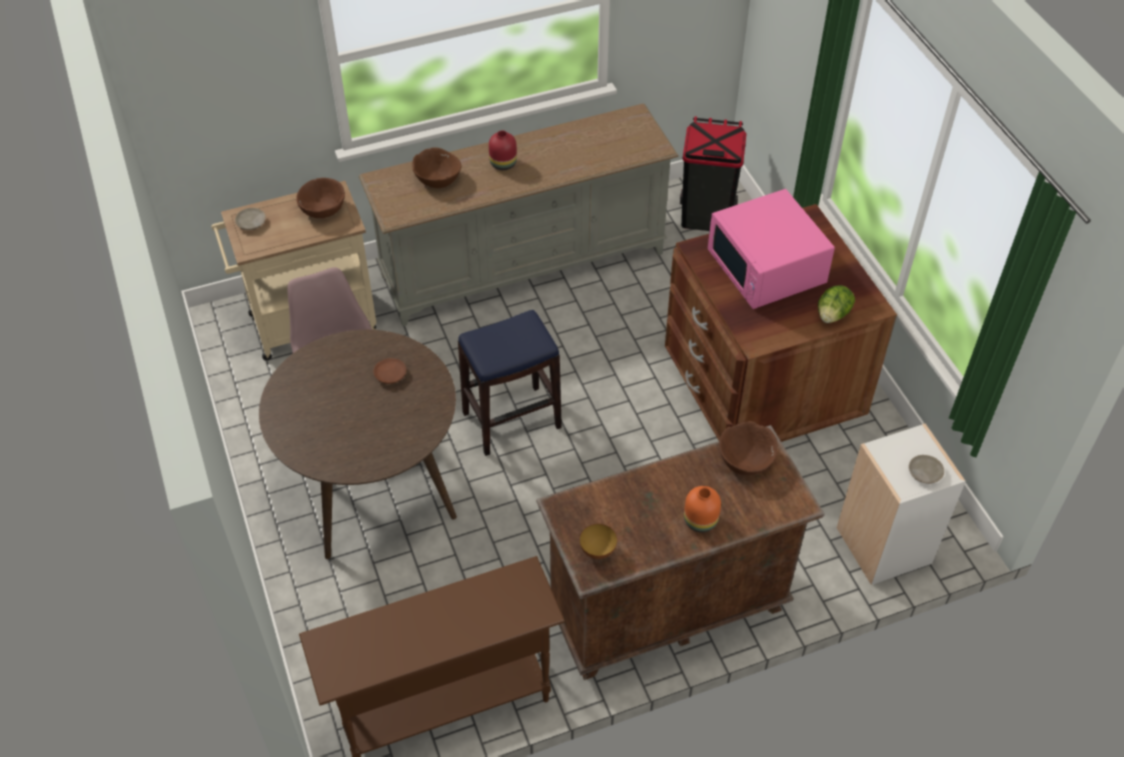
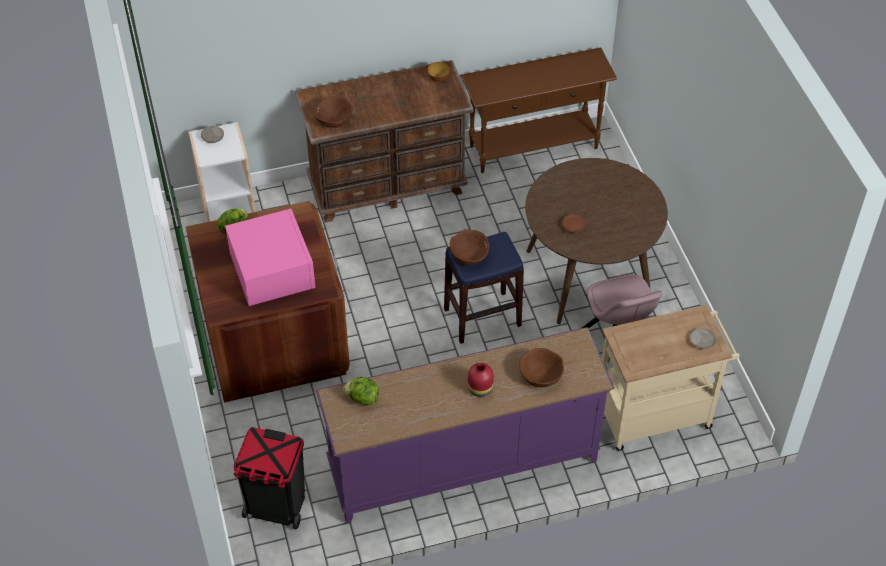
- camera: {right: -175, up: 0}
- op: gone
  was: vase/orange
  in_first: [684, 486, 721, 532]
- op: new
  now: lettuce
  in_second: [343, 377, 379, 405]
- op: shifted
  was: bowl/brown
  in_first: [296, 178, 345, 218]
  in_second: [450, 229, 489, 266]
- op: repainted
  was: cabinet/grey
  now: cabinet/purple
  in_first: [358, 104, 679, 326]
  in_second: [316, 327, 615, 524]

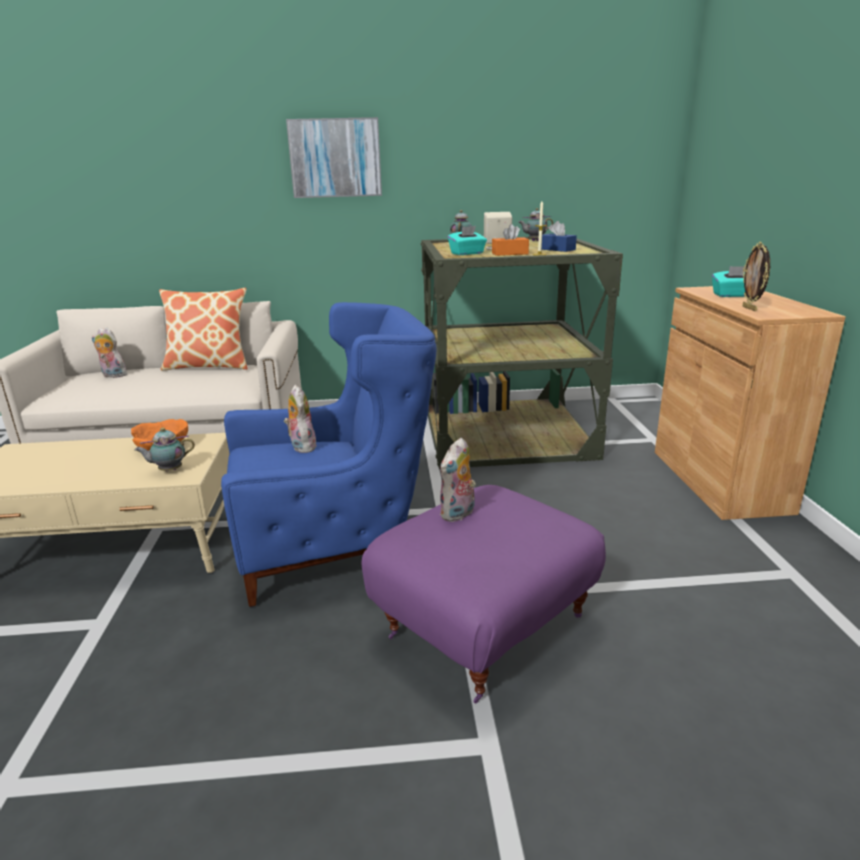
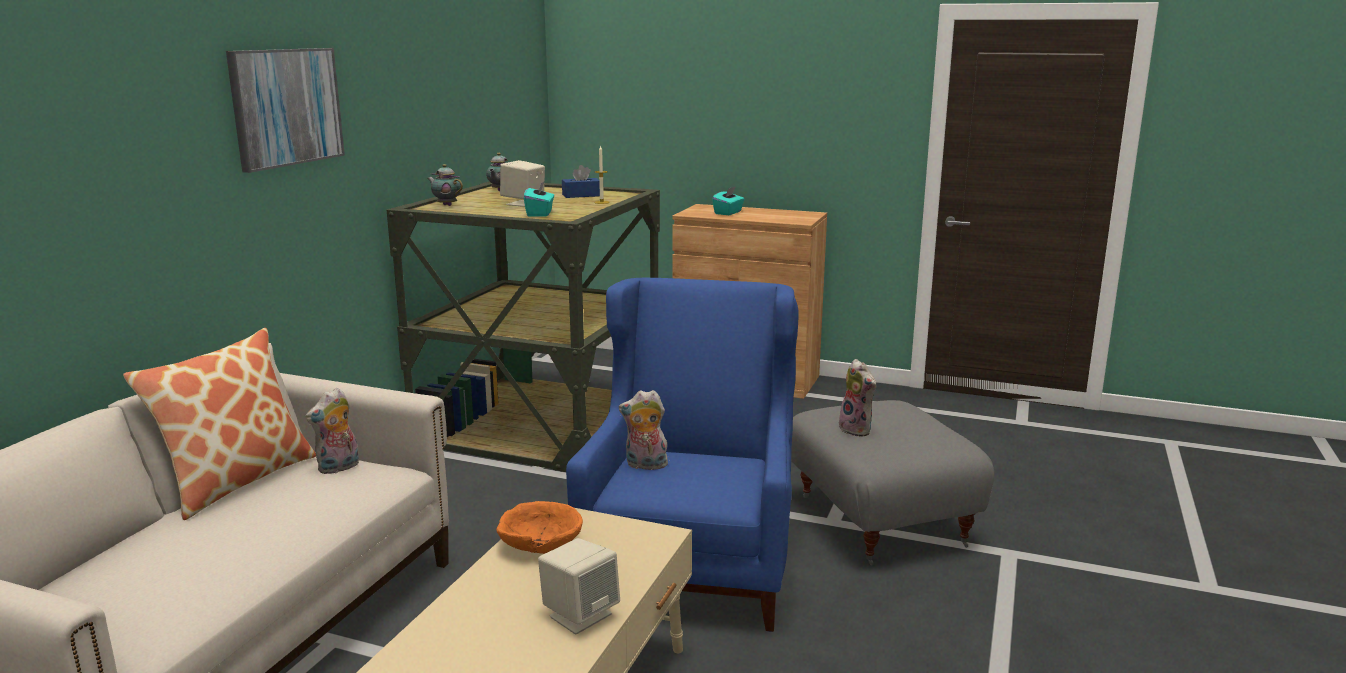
- camera: {right: -65, up: -5}
- op: gone
  was: teapot
  in_first: [135, 428, 195, 471]
- op: gone
  was: tissue box/orange
  in_first: [492, 224, 529, 256]
- op: gone
  was: picture frame
  in_first: [743, 242, 770, 311]
- op: new
  now: speaker/beige
  in_second: [538, 538, 620, 634]
- op: shifted
  was: plush toy
  in_first: [92, 328, 127, 378]
  in_second: [306, 388, 359, 474]
- op: repainted
  was: ottoman/purple
  now: ottoman/grey
  in_first: [362, 485, 606, 704]
  in_second: [791, 400, 994, 565]

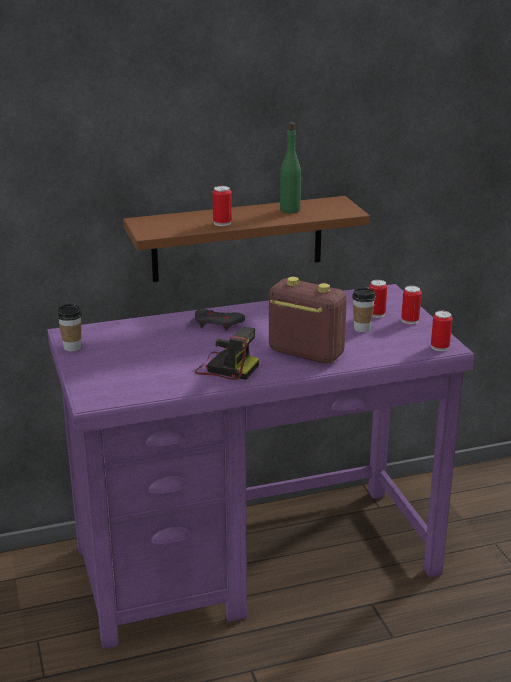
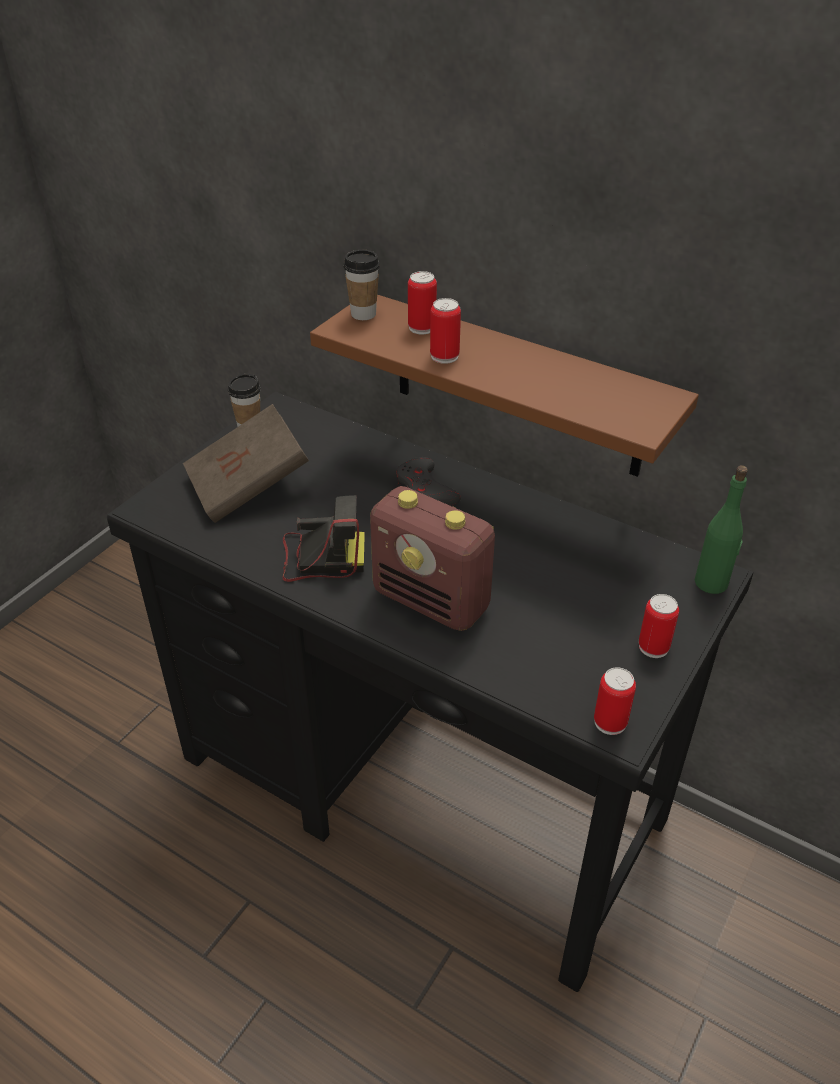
- camera: {right: 50, up: 15}
- op: new
  now: book/brown
  in_second: [183, 404, 309, 523]
- op: shifted
  was: bottle/green
  in_first: [280, 122, 301, 213]
  in_second: [695, 465, 748, 594]
- op: shifted
  was: cup
  in_first: [352, 288, 376, 332]
  in_second: [343, 250, 380, 320]
- op: shifted
  was: can
  in_first: [369, 280, 387, 318]
  in_second: [408, 271, 437, 334]
- op: repainted
  was: desk/purple
  now: desk/black
  in_first: [47, 284, 474, 649]
  in_second: [107, 392, 753, 992]
- op: rotated
  was: photo camera
  in_first: [195, 327, 259, 380]
  in_second: [282, 495, 365, 582]
  clockwise: -75
- op: rotated
  was: radio
  in_first: [269, 277, 347, 364]
  in_second: [370, 486, 495, 631]
  clockwise: 135

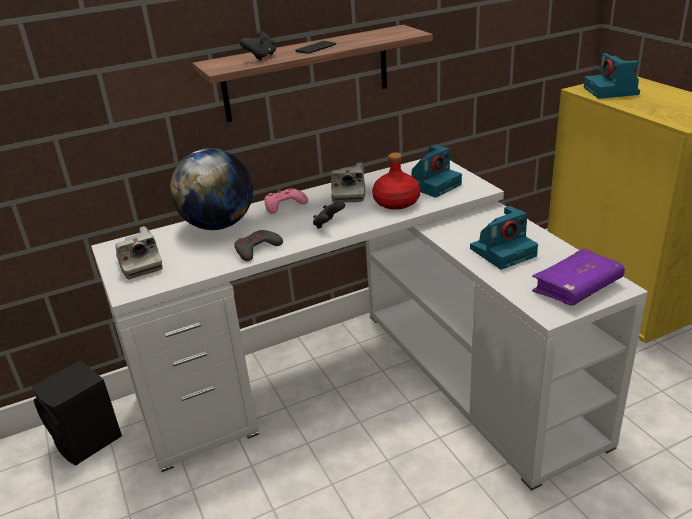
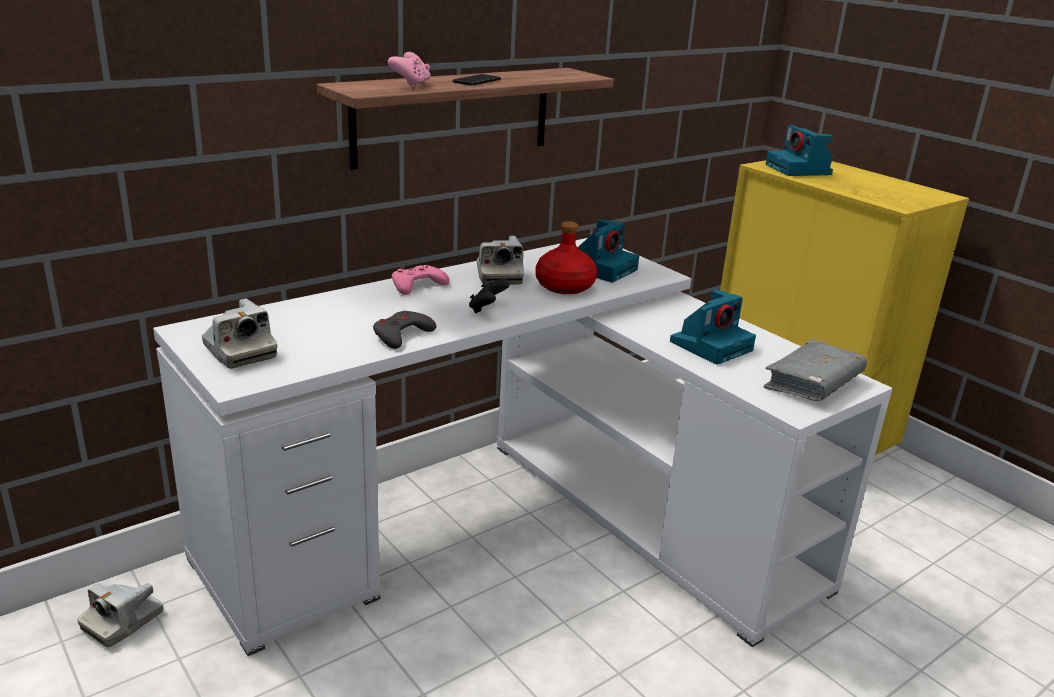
- camera: {right: -15, up: -5}
- op: gone
  was: globe
  in_first: [170, 148, 253, 230]
- op: swapped
  was: speaker/black
  now: photo camera
  in_first: [32, 360, 122, 465]
  in_second: [77, 583, 163, 647]
- op: repainted
  was: game controller/black
  now: game controller/pink
  in_first: [239, 31, 276, 61]
  in_second: [388, 52, 431, 88]
- op: repainted
  was: book/purple
  now: book/grey
  in_first: [532, 248, 625, 306]
  in_second: [764, 339, 867, 401]

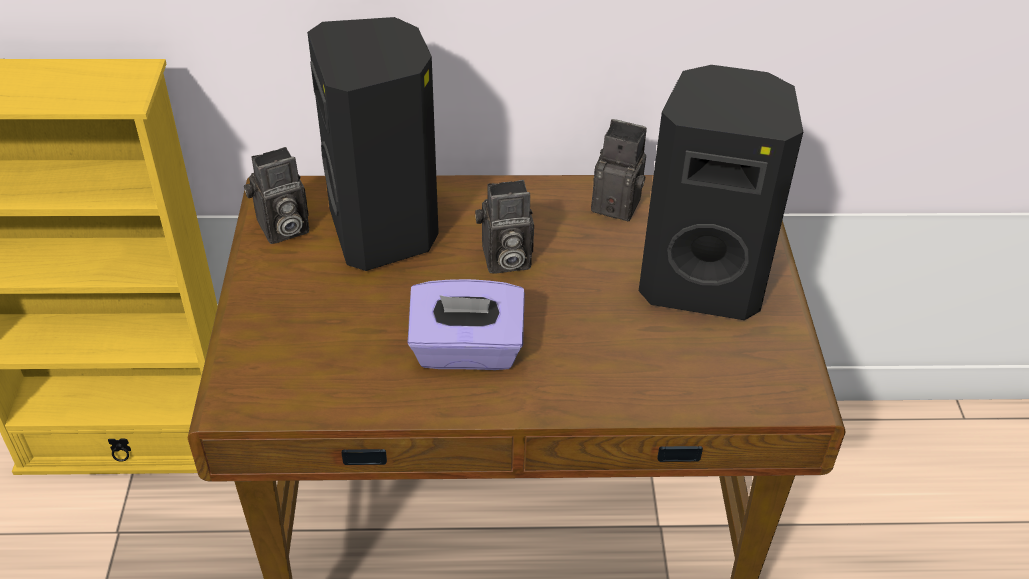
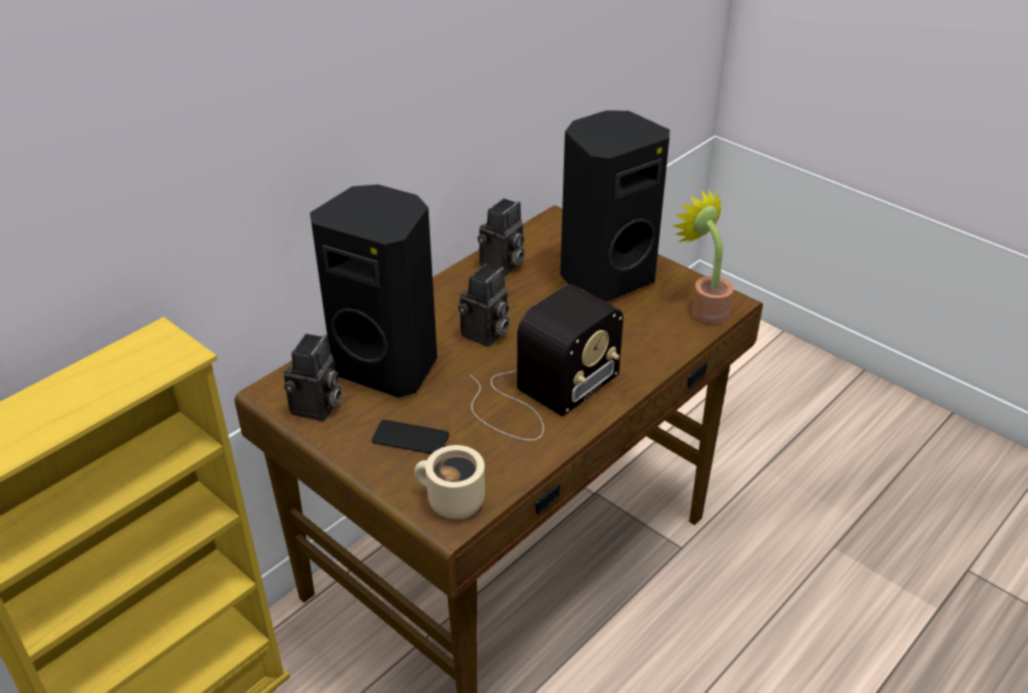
- camera: {right: -45, up: -5}
- op: new
  now: phone
  in_second: [372, 420, 449, 454]
- op: new
  now: mug/beige
  in_second: [414, 445, 485, 519]
- op: new
  now: potted plant
  in_second: [672, 190, 734, 326]
- op: swapped
  was: tissue box/purple
  now: radio
  in_first: [408, 279, 525, 370]
  in_second: [470, 284, 623, 441]
- op: rotated
  was: photo camera
  in_first: [591, 119, 647, 221]
  in_second: [478, 198, 525, 275]
  clockwise: 150

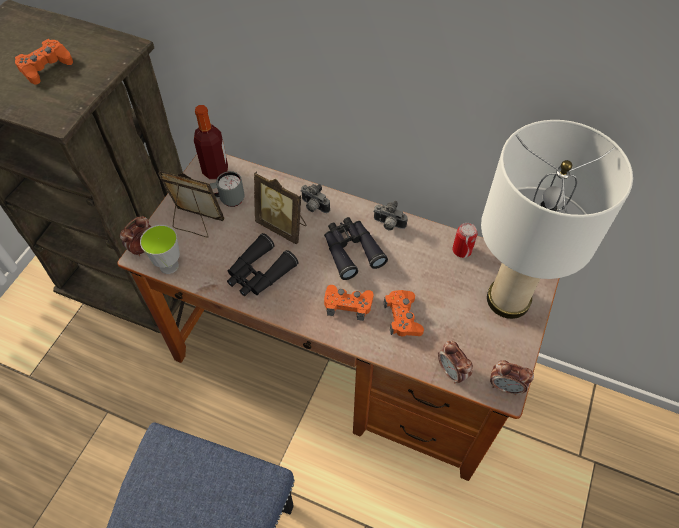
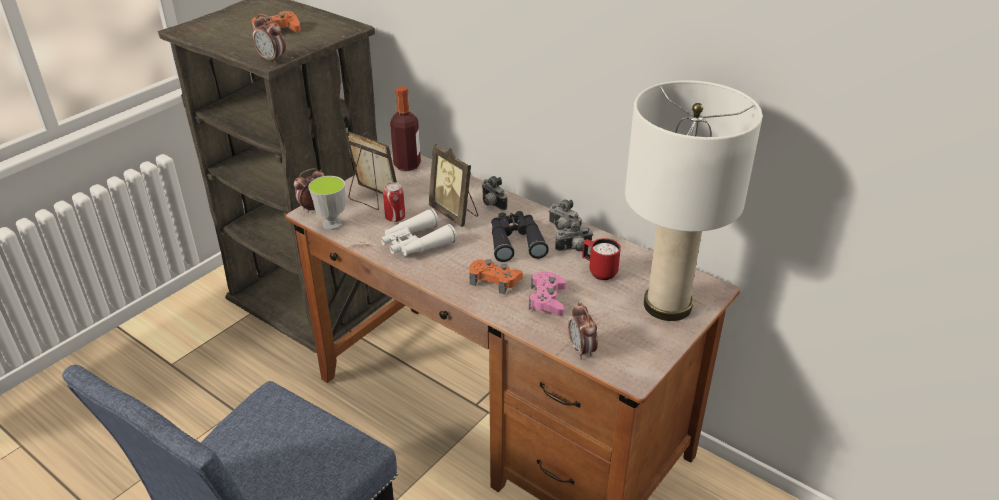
- camera: {right: 15, up: -20}
- op: gone
  was: mug/grey
  in_first: [210, 171, 245, 207]
- op: new
  now: photo camera
  in_second: [555, 218, 593, 252]
- op: new
  now: mug/red
  in_second: [582, 238, 621, 280]
- op: shifted
  was: can
  in_first: [453, 223, 477, 258]
  in_second: [383, 182, 405, 222]
- op: shifted
  was: alarm clock
  in_first: [490, 360, 534, 395]
  in_second: [252, 14, 286, 64]
- op: repainted
  was: binoculars/black
  now: binoculars/white
  in_first: [227, 233, 298, 296]
  in_second: [381, 208, 457, 256]
- op: repainted
  was: game controller/orange
  now: game controller/pink
  in_first: [384, 290, 424, 336]
  in_second: [529, 271, 566, 316]

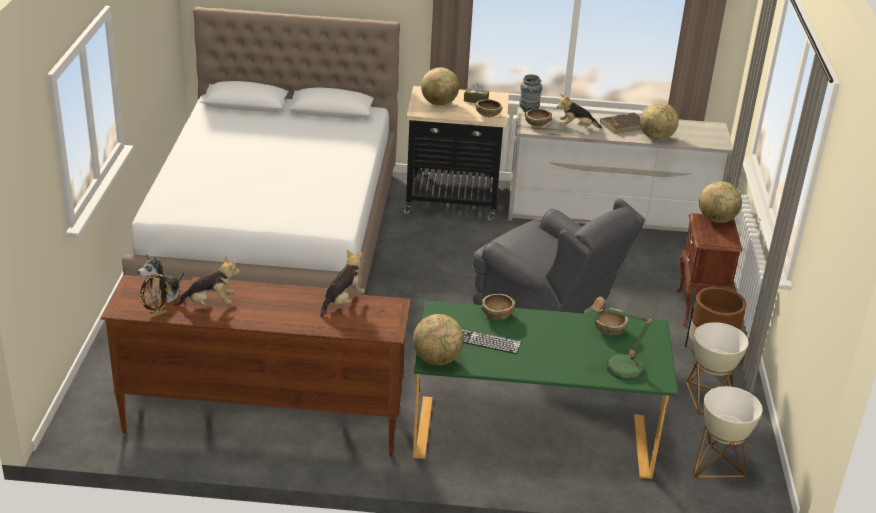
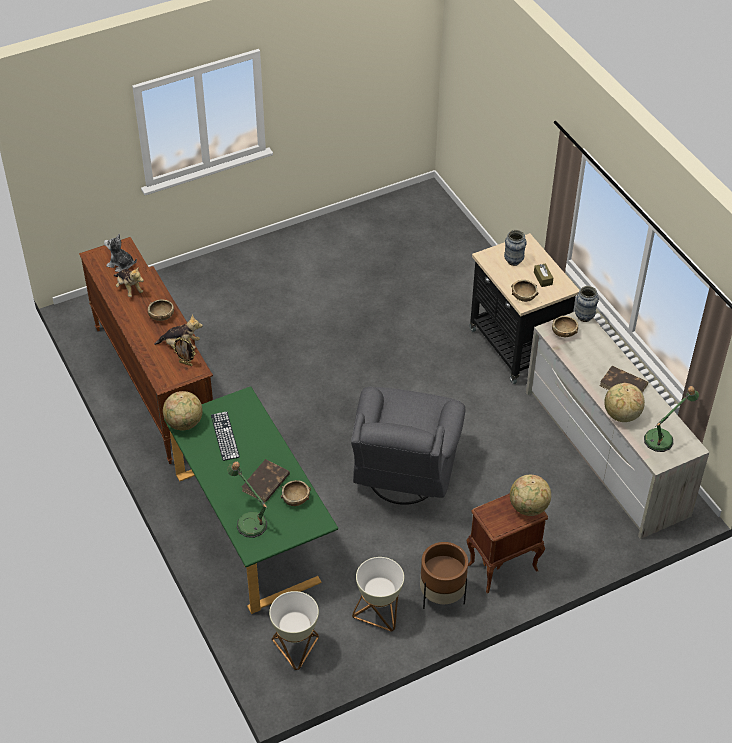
- camera: {right: 60, up: 15}
- op: gone
  was: bed/white
  in_first: [122, 7, 400, 295]
- op: gone
  was: plush toy
  in_first: [557, 94, 602, 128]
- op: new
  now: book/brown
  in_second: [242, 459, 290, 503]
- op: new
  now: table lamp
  in_second: [644, 386, 699, 452]
- op: shifted
  was: picture frame
  in_first: [140, 273, 171, 319]
  in_second: [172, 337, 195, 366]
- op: shifted
  was: bowl/brown
  in_first: [481, 294, 516, 319]
  in_second: [148, 299, 174, 321]
- op: swapped
  was: globe
  now: vase
  in_first: [421, 67, 459, 106]
  in_second: [504, 230, 527, 266]

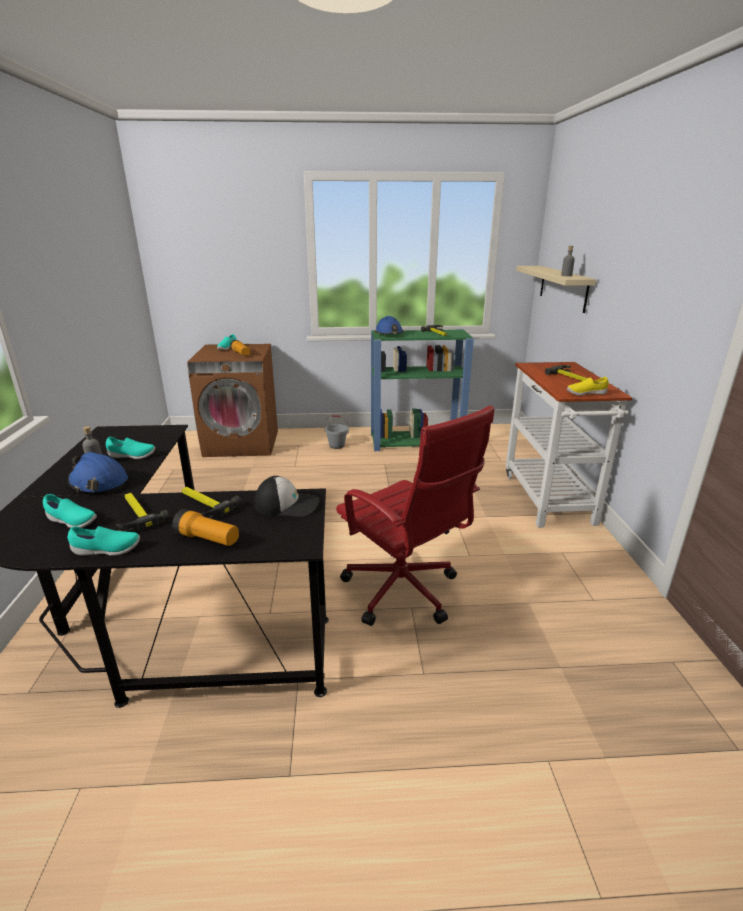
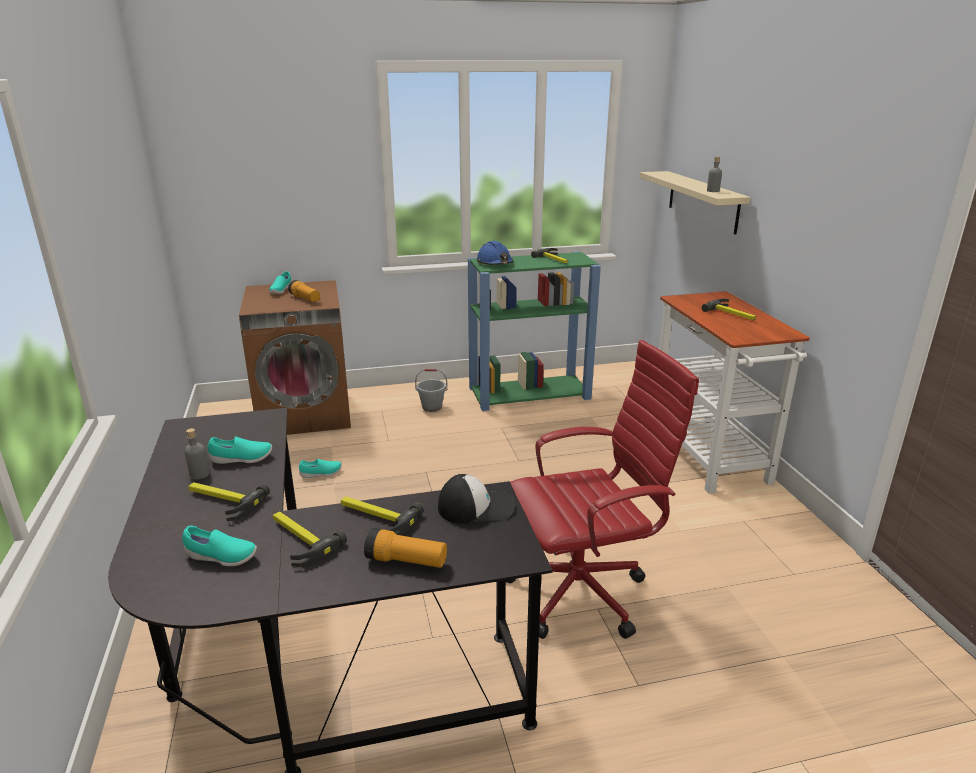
- camera: {right: -10, up: 0}
- op: gone
  was: shoe/yellow
  in_first: [567, 377, 609, 396]
- op: shifted
  was: shoe/turquoise
  in_first: [68, 526, 140, 556]
  in_second: [299, 459, 342, 478]
- op: swapped
  was: hard hat/blue
  now: hammer
  in_first: [67, 452, 128, 493]
  in_second: [188, 482, 270, 521]
- op: rotated
  was: office chair/red
  in_first: [336, 406, 495, 626]
  in_second: [506, 340, 699, 639]
  clockwise: -60

